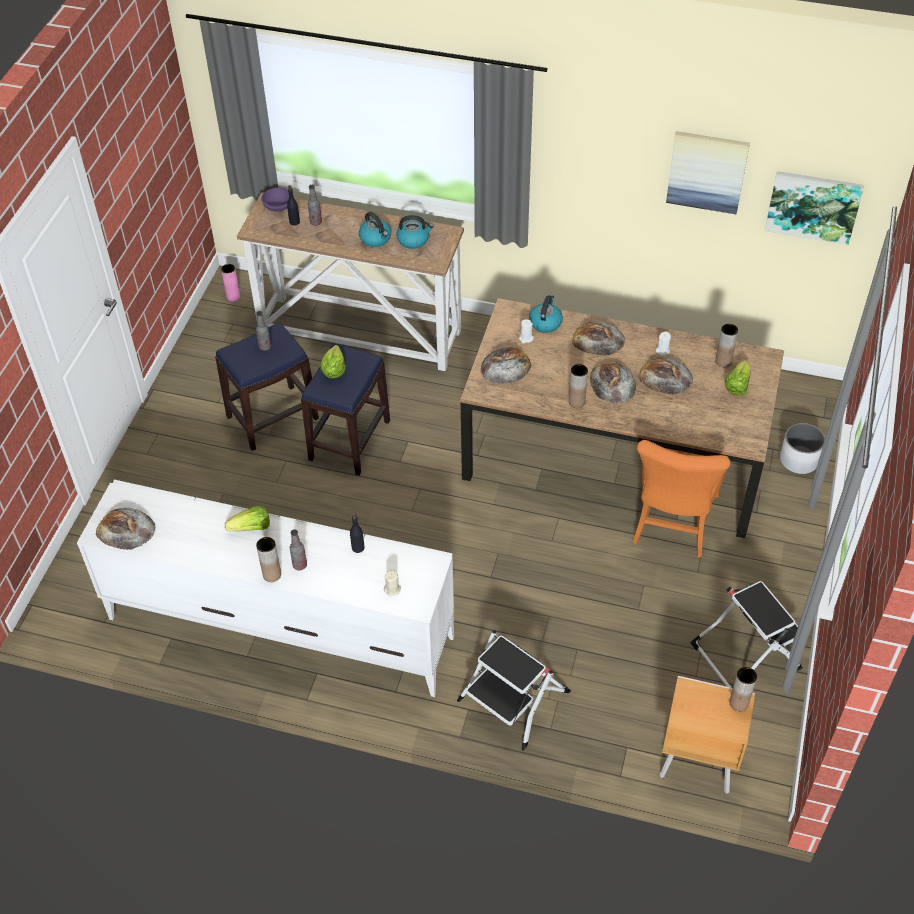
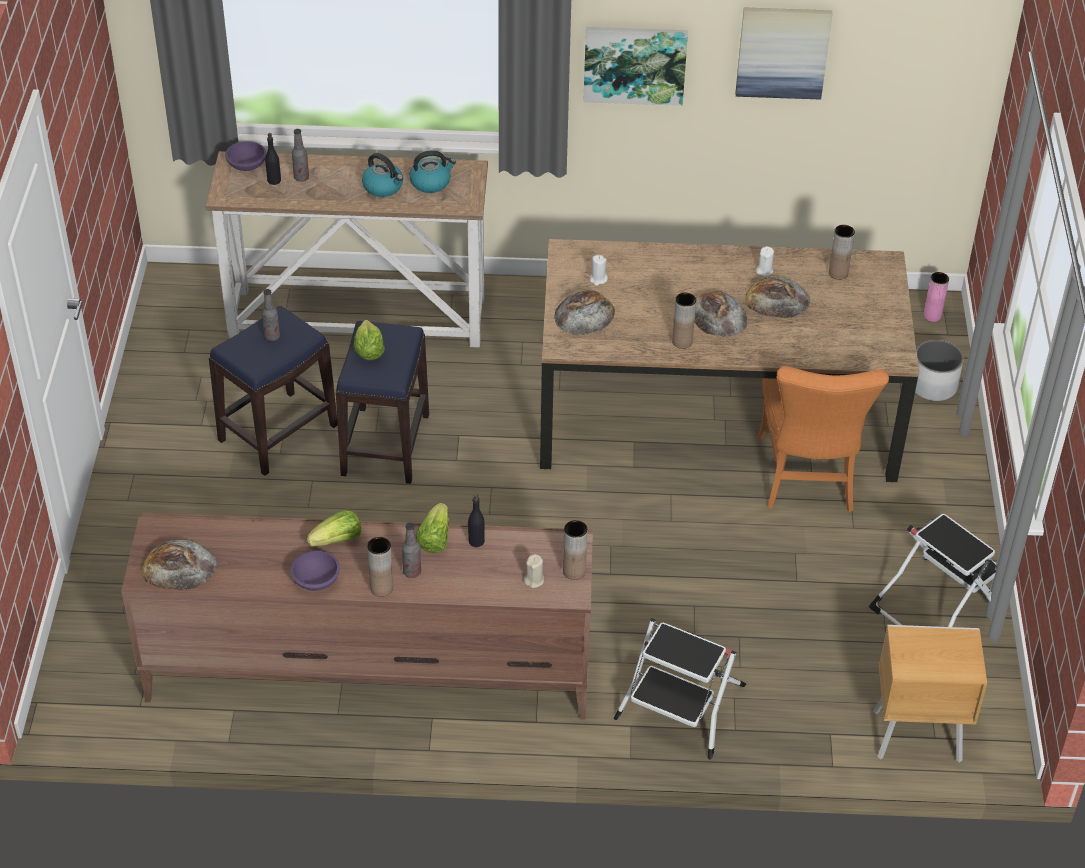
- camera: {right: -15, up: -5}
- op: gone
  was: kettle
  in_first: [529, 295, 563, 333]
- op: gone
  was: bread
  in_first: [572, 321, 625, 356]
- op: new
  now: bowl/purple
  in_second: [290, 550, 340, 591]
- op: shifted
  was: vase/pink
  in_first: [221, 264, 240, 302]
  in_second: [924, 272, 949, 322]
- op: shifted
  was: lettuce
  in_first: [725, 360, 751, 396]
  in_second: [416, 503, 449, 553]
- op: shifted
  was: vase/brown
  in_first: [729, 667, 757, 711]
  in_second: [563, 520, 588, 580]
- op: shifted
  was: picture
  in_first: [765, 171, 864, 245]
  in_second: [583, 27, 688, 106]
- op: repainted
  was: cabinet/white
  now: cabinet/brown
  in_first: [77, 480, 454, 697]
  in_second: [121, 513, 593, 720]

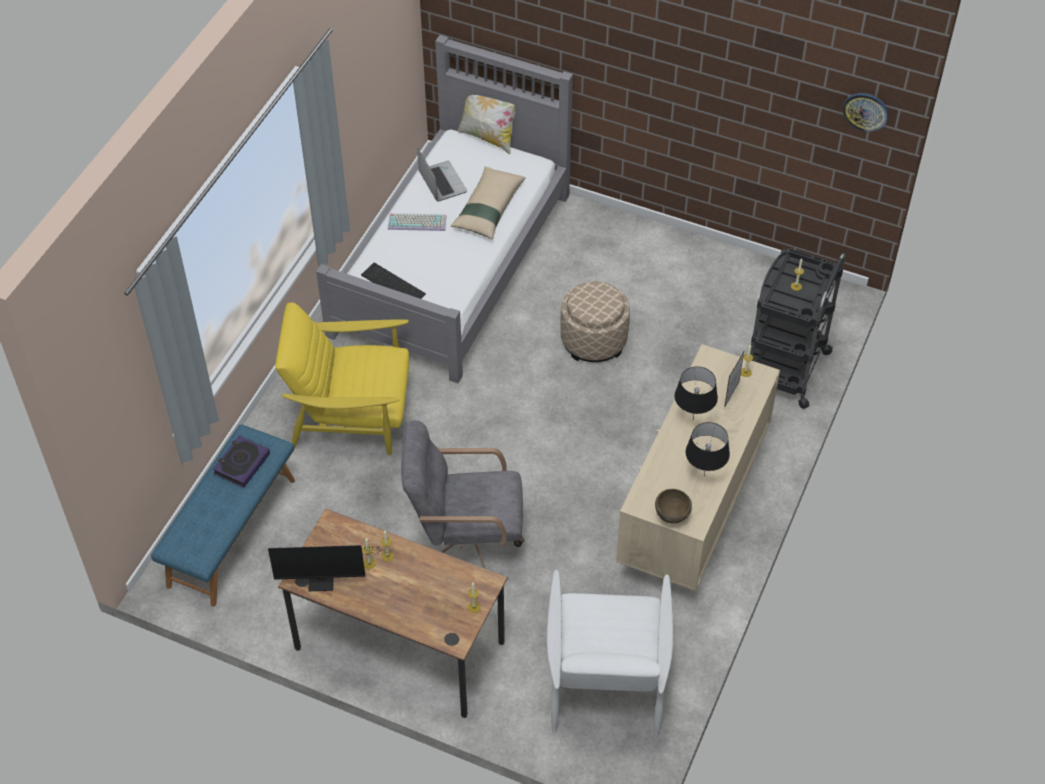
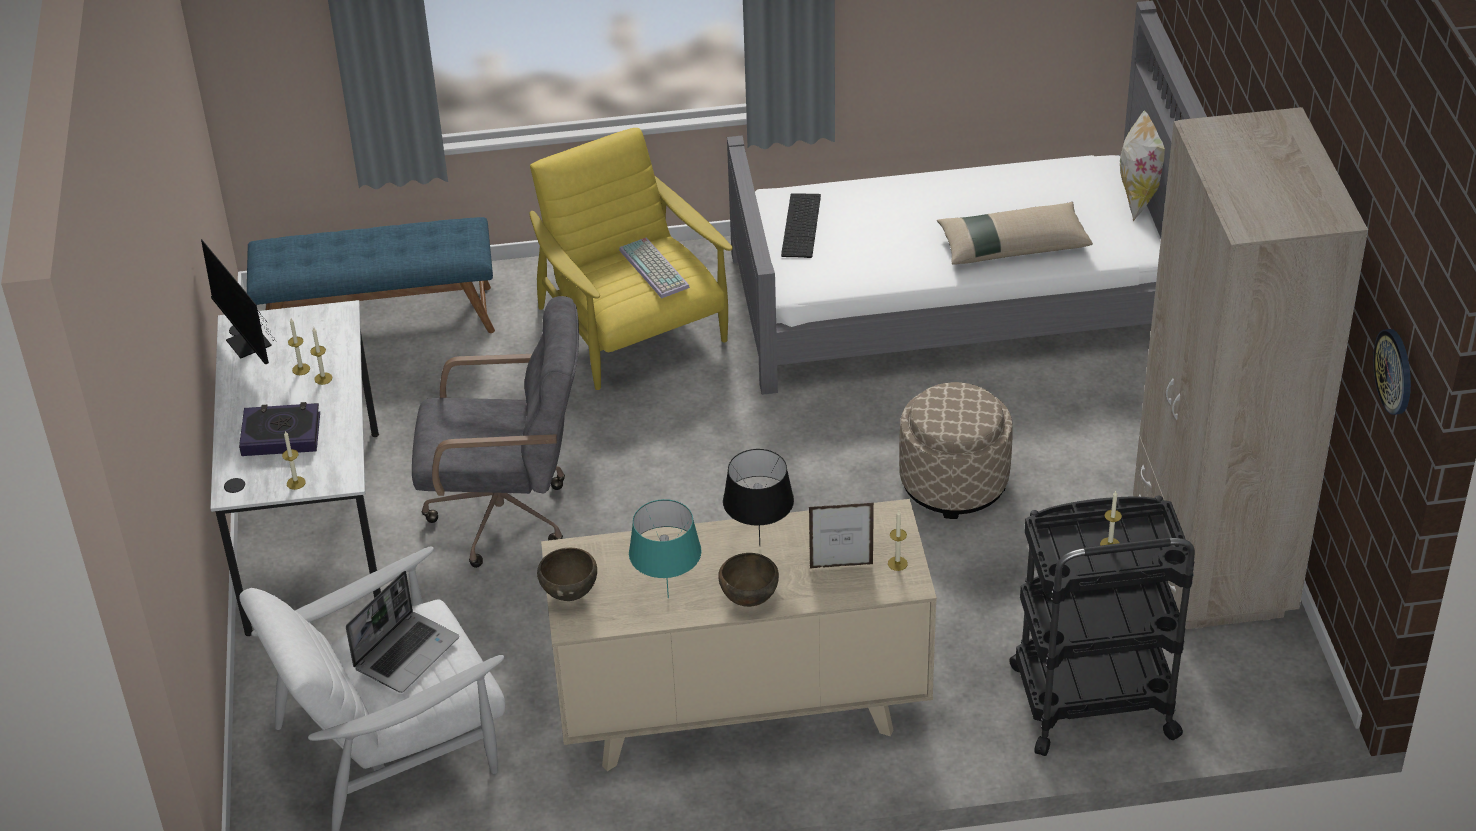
- camera: {right: 60, up: -10}
- op: new
  now: bowl/brown
  in_second: [718, 553, 779, 607]
- op: new
  now: wardrobe/beige
  in_second: [1133, 107, 1368, 629]
- op: shifted
  was: book
  in_first: [212, 436, 270, 488]
  in_second: [239, 402, 320, 456]
- op: shifted
  was: keyboard
  in_first: [388, 213, 446, 231]
  in_second: [619, 237, 690, 299]
- op: shifted
  was: laptop
  in_first: [417, 147, 467, 202]
  in_second: [346, 571, 459, 693]
- op: repainted
  was: desk/brown
  now: desk/white
  in_first: [278, 509, 507, 718]
  in_second: [210, 300, 381, 636]
- op: repainted
  was: table lamp/black
  now: table lamp/turquoise
  in_first: [685, 422, 730, 476]
  in_second: [629, 499, 702, 598]
- op: rotated
  was: office chair/grey
  in_first: [401, 420, 524, 569]
  in_second: [412, 296, 579, 568]
  clockwise: 120

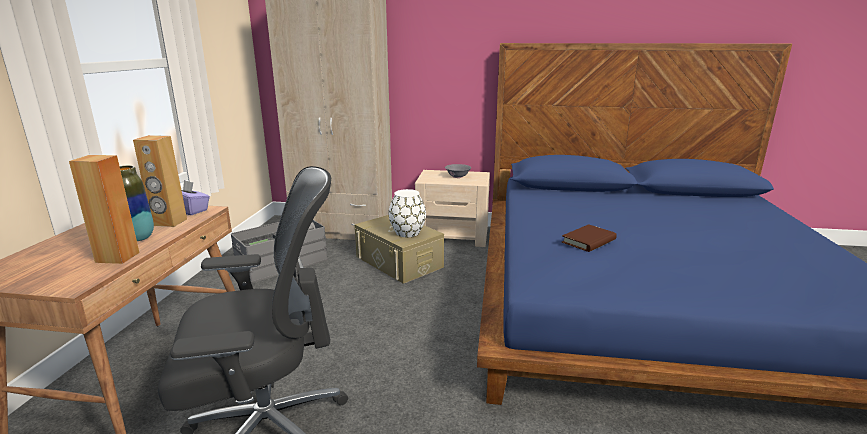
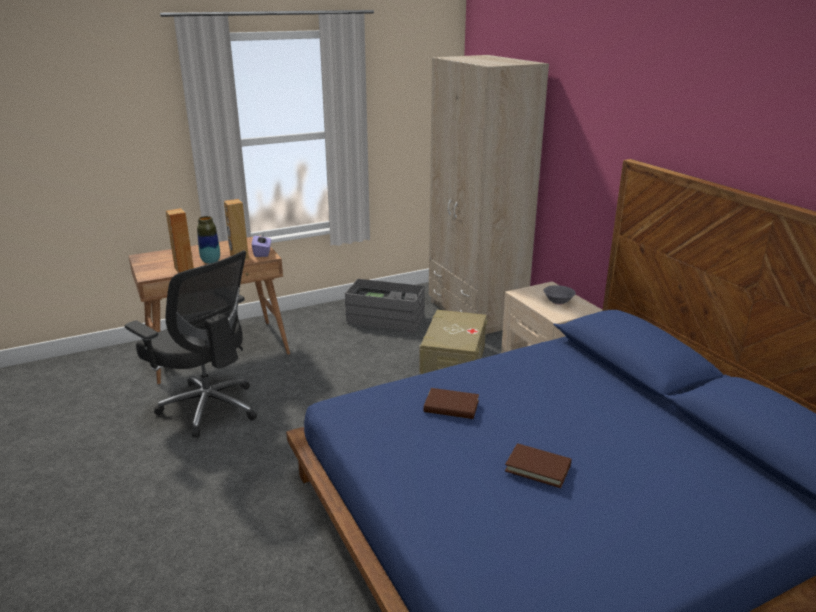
- camera: {right: 55, up: 5}
- op: gone
  was: vase/white
  in_first: [389, 189, 426, 237]
- op: new
  now: book/brown
  in_second: [505, 443, 571, 488]

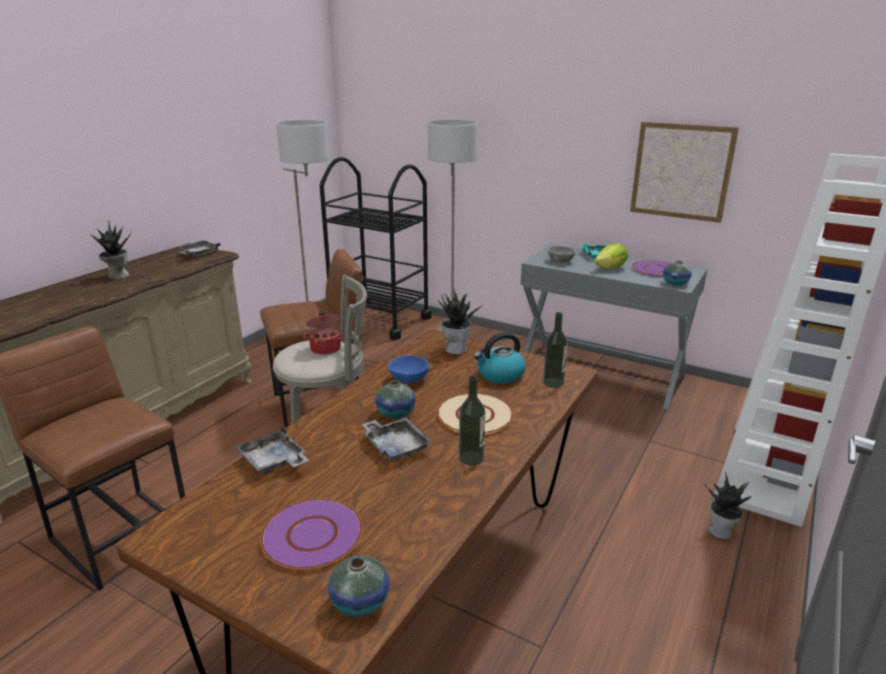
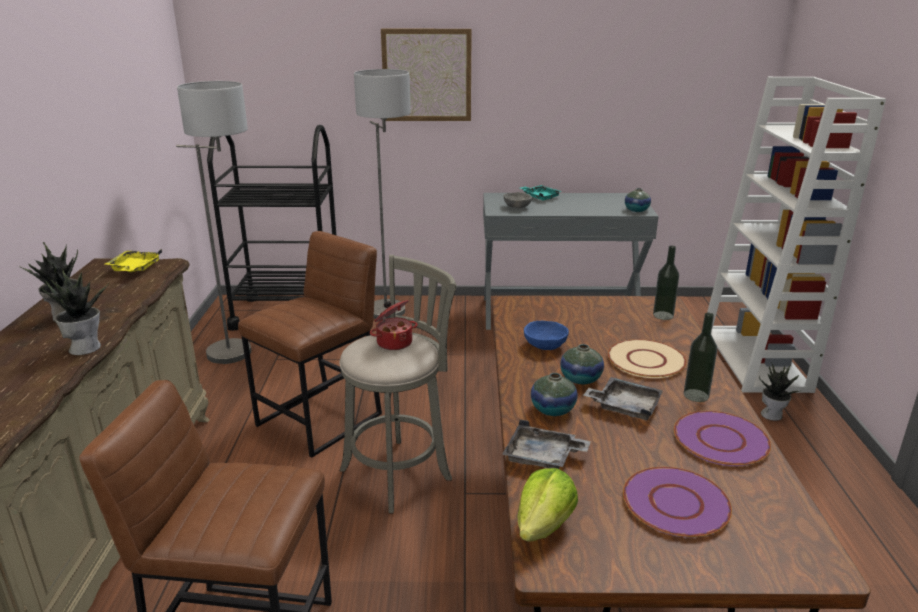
- camera: {right: -30, up: 0}
- op: gone
  was: kettle
  in_first: [474, 332, 526, 384]
- op: shifted
  was: vase
  in_first: [328, 555, 390, 617]
  in_second: [531, 373, 577, 416]
- op: shifted
  was: potted plant
  in_first: [438, 287, 481, 354]
  in_second: [41, 268, 109, 355]
- op: shifted
  was: lettuce
  in_first: [594, 243, 628, 269]
  in_second: [518, 468, 578, 542]
- op: shifted
  was: picture
  in_first: [630, 122, 739, 223]
  in_second: [381, 26, 472, 121]
- op: shifted
  was: plate/purple
  in_first: [632, 260, 672, 277]
  in_second: [674, 411, 771, 466]
- op: repainted
  was: tray/grey
  now: tray/yellow
  in_first: [177, 240, 220, 256]
  in_second: [105, 250, 162, 272]

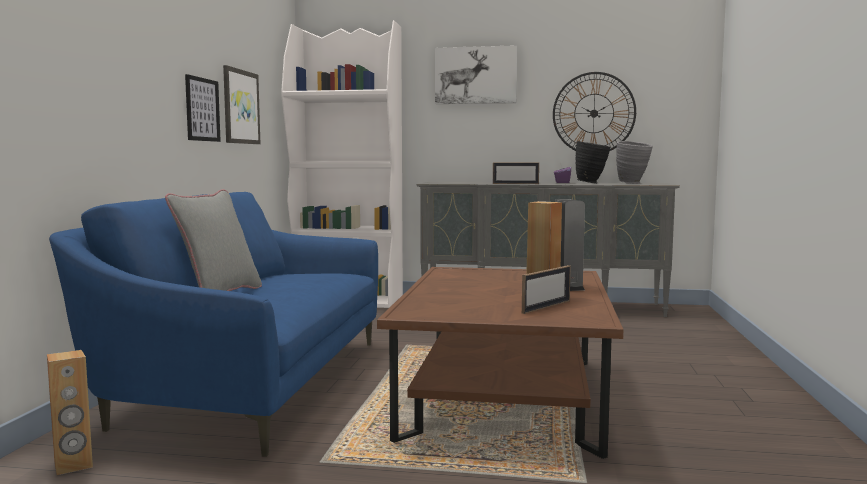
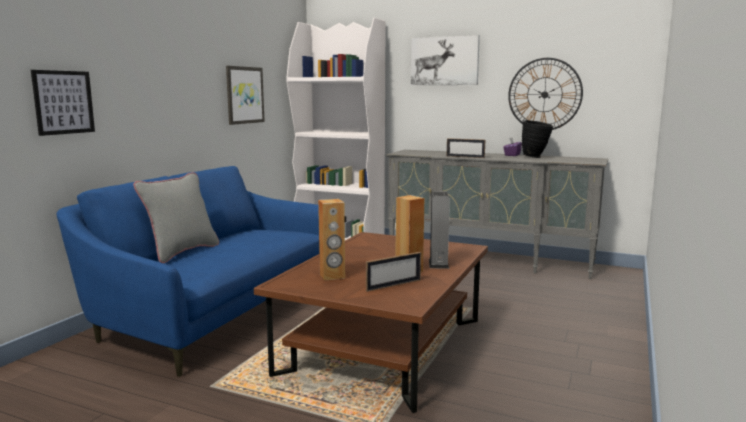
- camera: {right: 15, up: 5}
- op: gone
  was: vase/grey
  in_first: [616, 141, 653, 184]
- op: shifted
  was: speaker/brown
  in_first: [47, 350, 93, 475]
  in_second: [318, 199, 345, 281]
- op: shifted
  was: picture
  in_first: [185, 74, 221, 142]
  in_second: [31, 70, 95, 136]

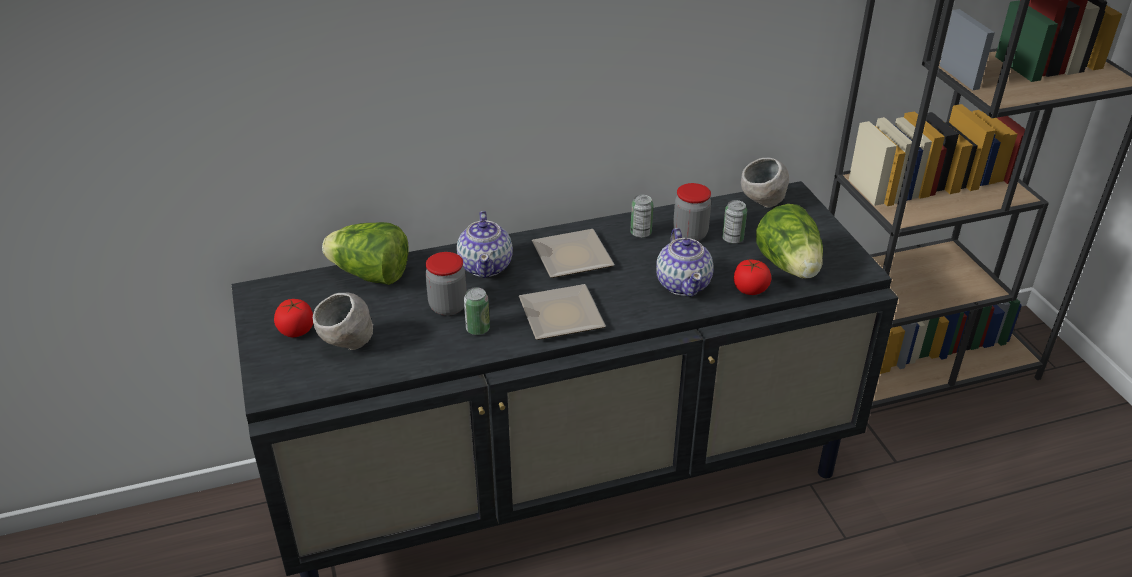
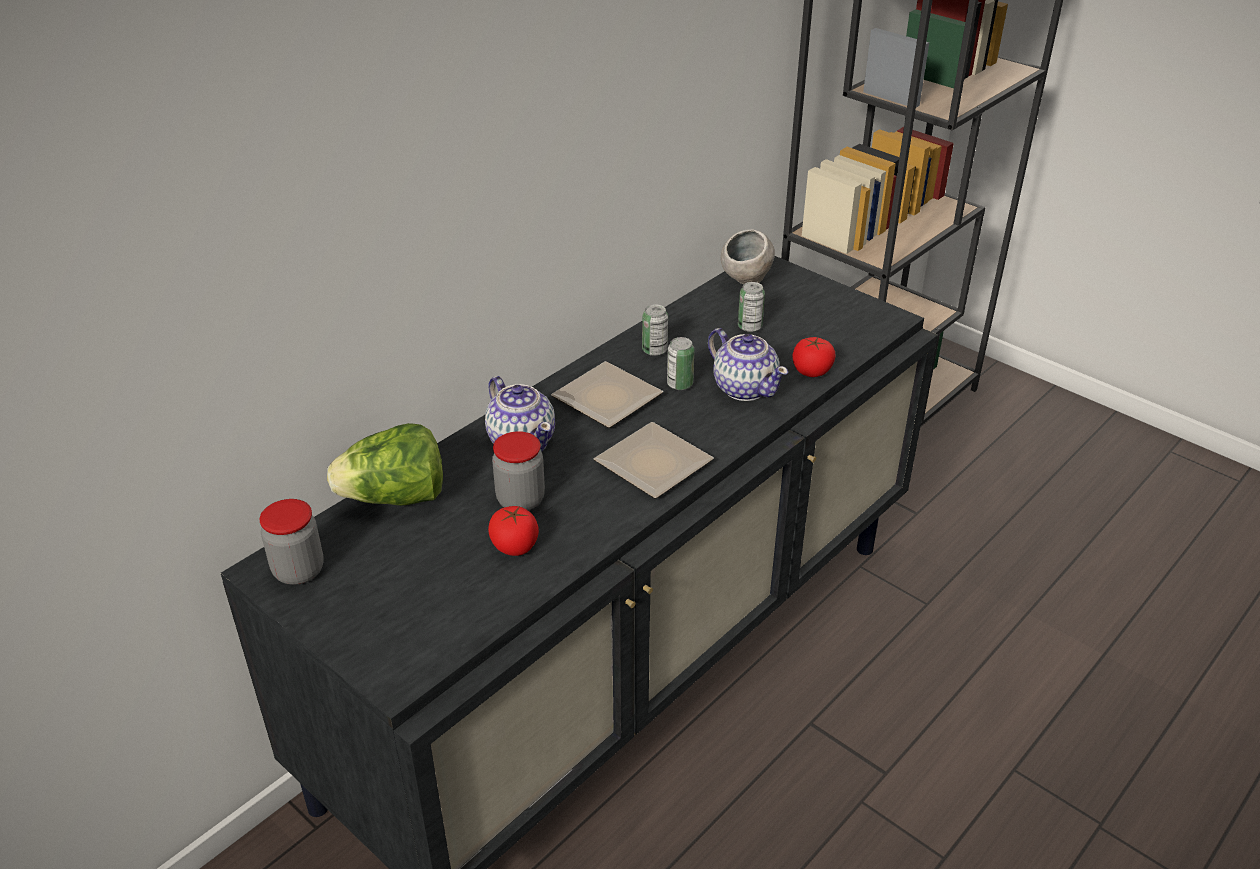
- camera: {right: -30, up: 0}
- op: gone
  was: bowl/grey
  in_first: [313, 293, 373, 350]
- op: gone
  was: lettuce
  in_first: [756, 204, 823, 279]
- op: shifted
  was: tomato
  in_first: [274, 299, 313, 337]
  in_second: [488, 506, 539, 556]
- op: shifted
  was: can
  in_first: [464, 287, 490, 335]
  in_second: [667, 337, 694, 390]
- op: shifted
  was: jar
  in_first: [673, 183, 711, 241]
  in_second: [259, 499, 324, 585]

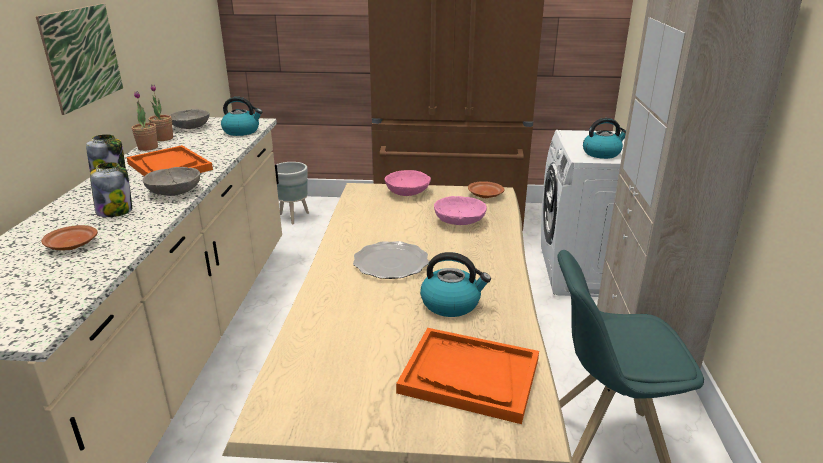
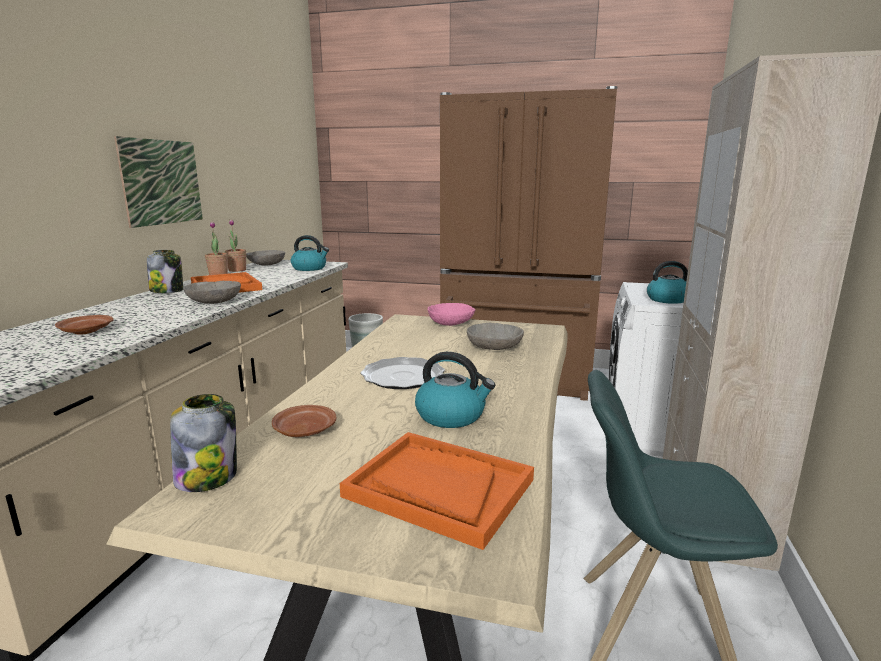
- camera: {right: 10, up: -10}
- op: shifted
  was: jar
  in_first: [90, 162, 132, 217]
  in_second: [170, 394, 237, 492]
- op: shifted
  was: plate/brown
  in_first: [468, 181, 505, 198]
  in_second: [272, 405, 336, 437]
- op: repainted
  was: bowl/pink
  now: bowl/grey
  in_first: [434, 196, 487, 225]
  in_second: [467, 323, 524, 350]

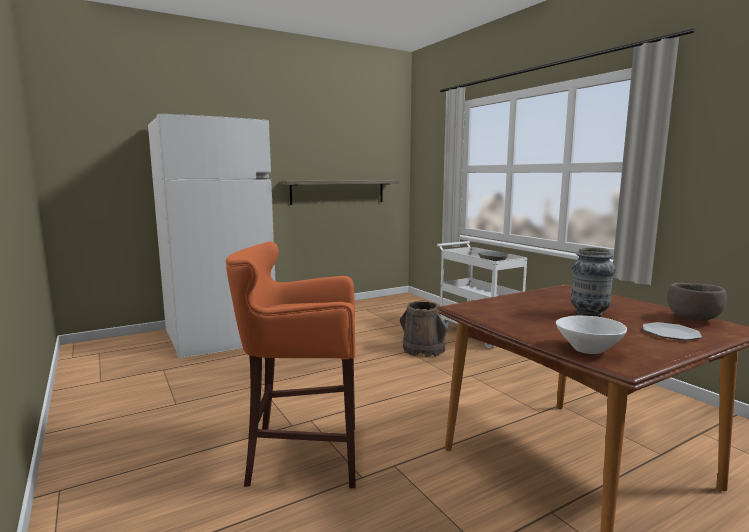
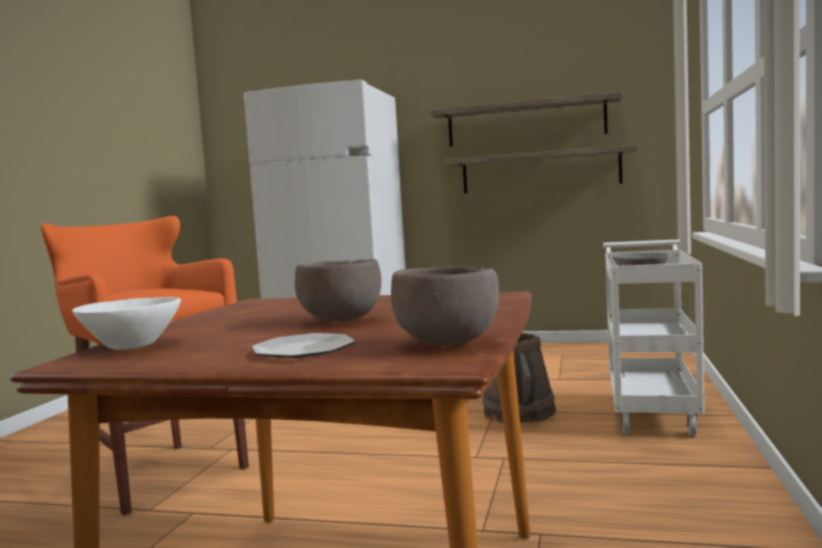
- camera: {right: 45, up: -5}
- op: new
  now: shelf
  in_second: [430, 92, 622, 146]
- op: swapped
  was: vase
  now: bowl/brown
  in_first: [571, 247, 615, 317]
  in_second: [295, 259, 381, 321]

